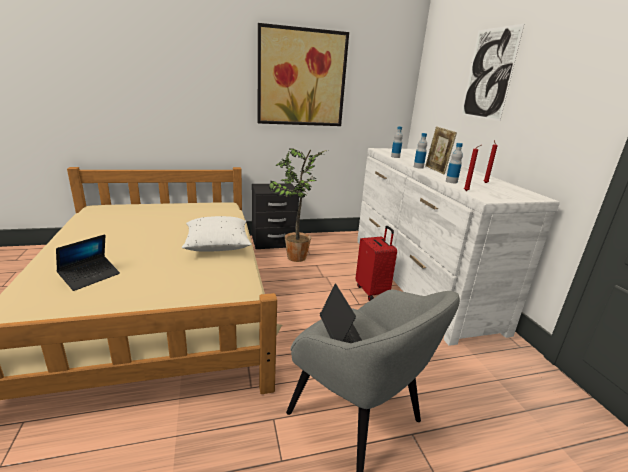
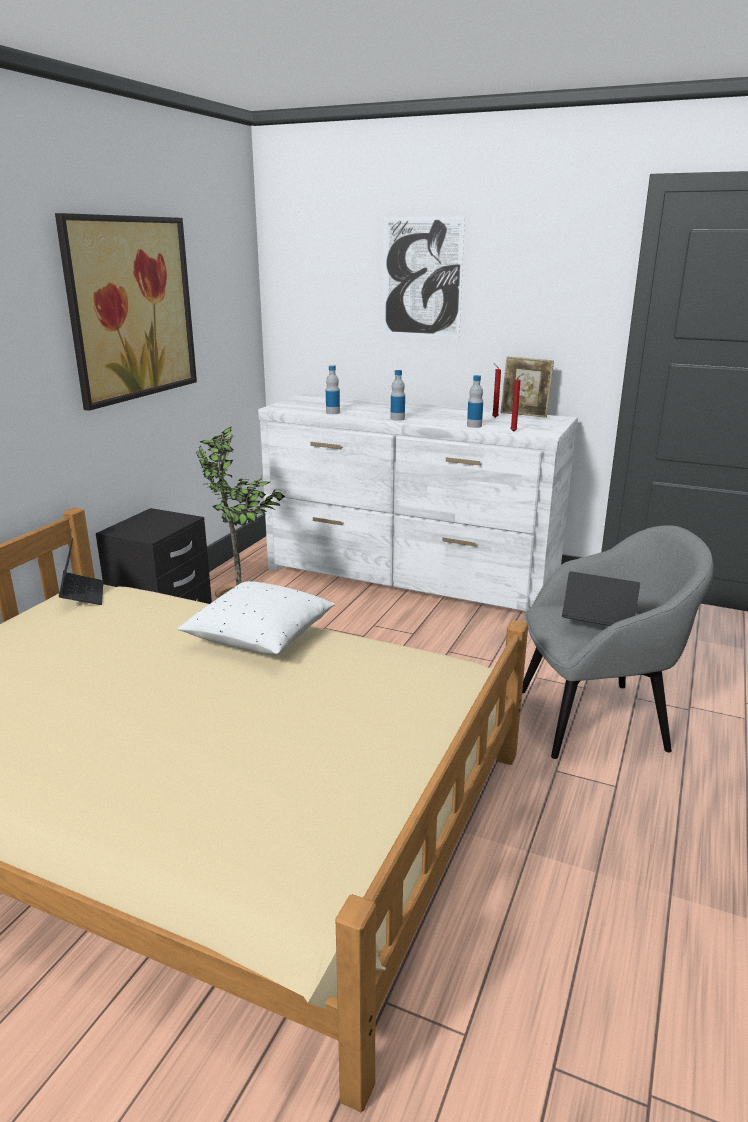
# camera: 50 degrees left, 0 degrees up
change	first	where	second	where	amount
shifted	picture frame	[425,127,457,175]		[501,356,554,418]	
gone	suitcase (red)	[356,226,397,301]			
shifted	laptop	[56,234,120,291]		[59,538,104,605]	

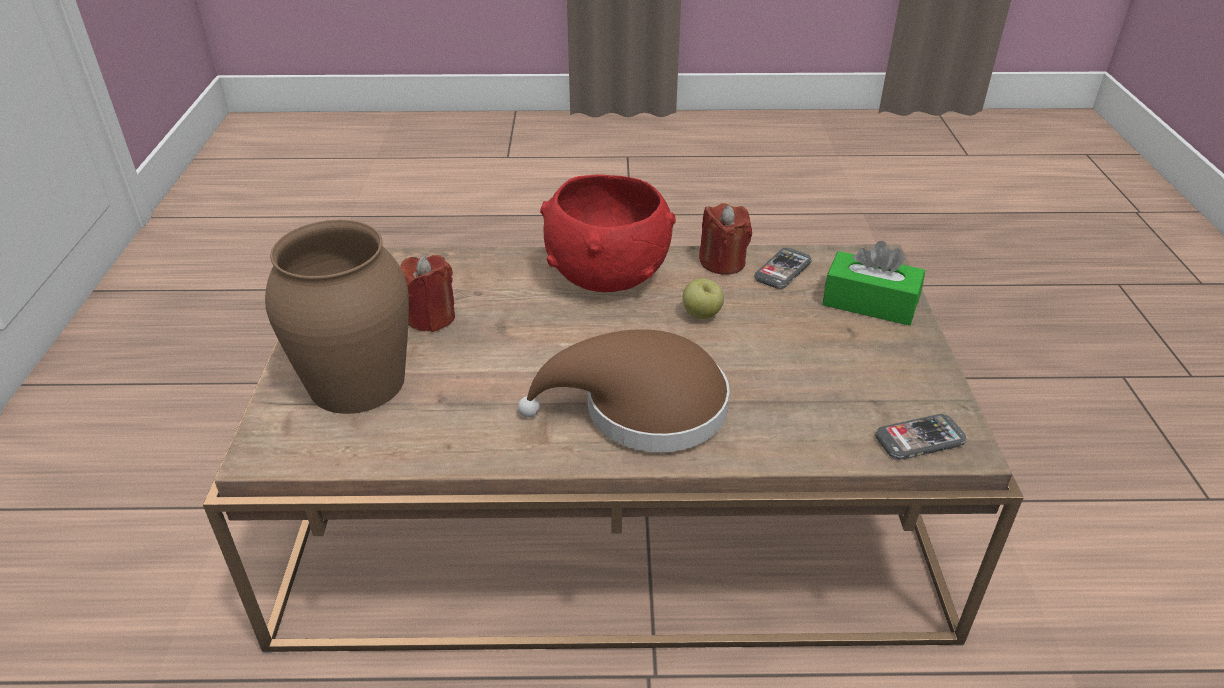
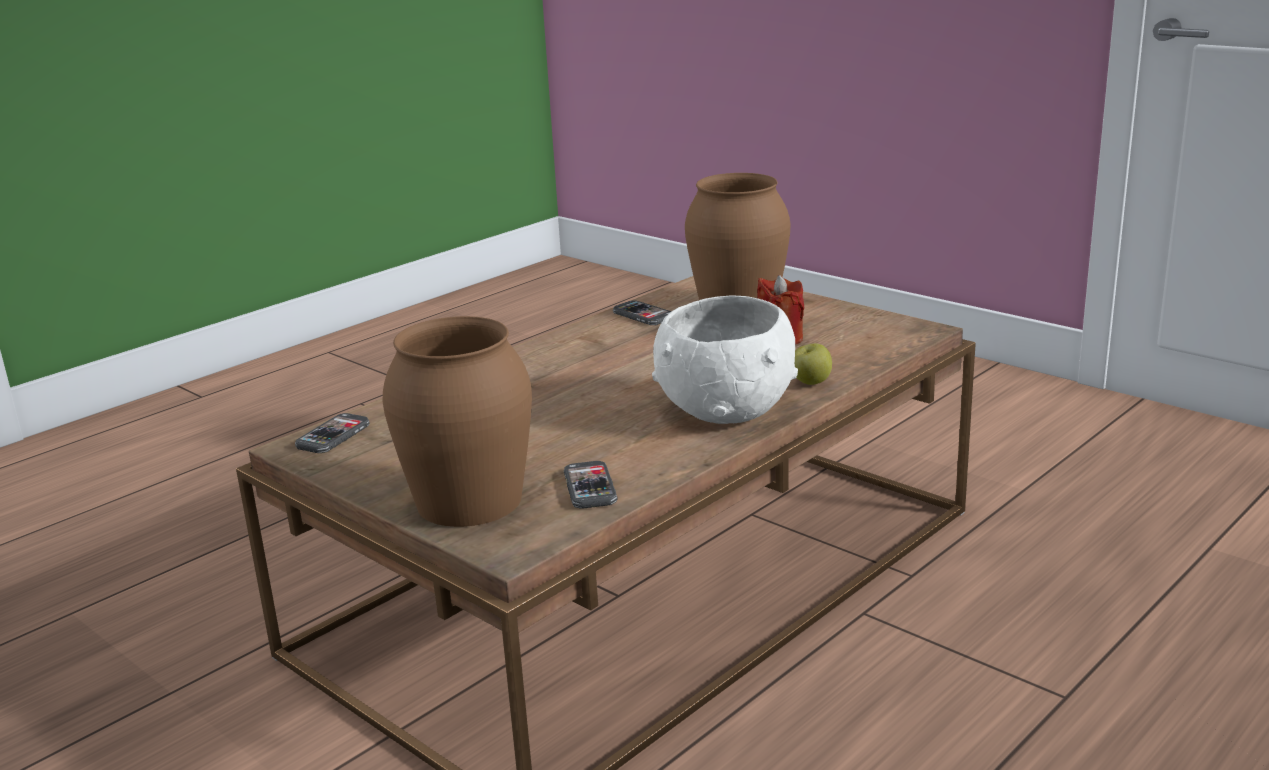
# camera: 135 degrees right, 15 degrees down
change	first	where	second	where	amount
repainted	bowl (red)	[540,175,676,292]	bowl (white)	[652,295,798,424]	
gone	candle (red)	[699,203,752,275]			
swapped	tissue box (green)	[822,241,925,326]	vase (brown)	[383,316,532,527]	
shifted	apple	[683,278,724,319]		[795,343,832,385]	
gone	hat (brown)	[518,329,730,452]			
new			phone	[613,300,672,325]	

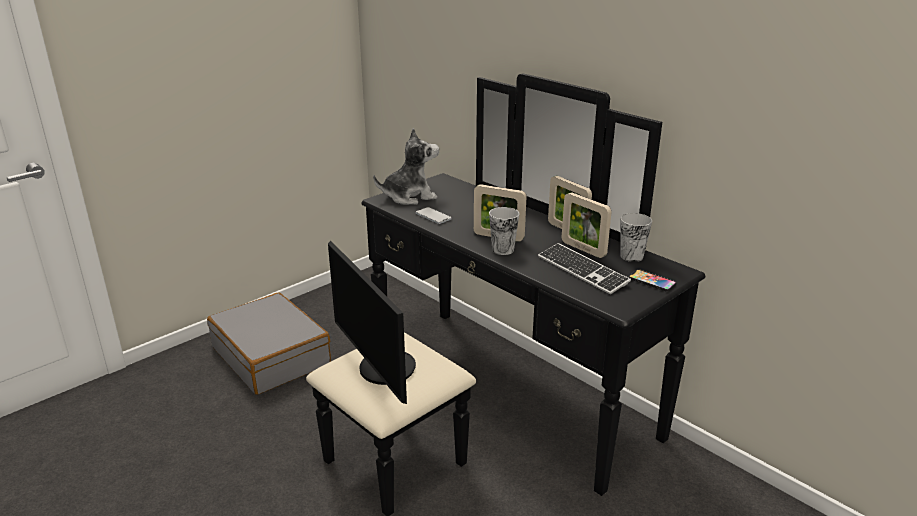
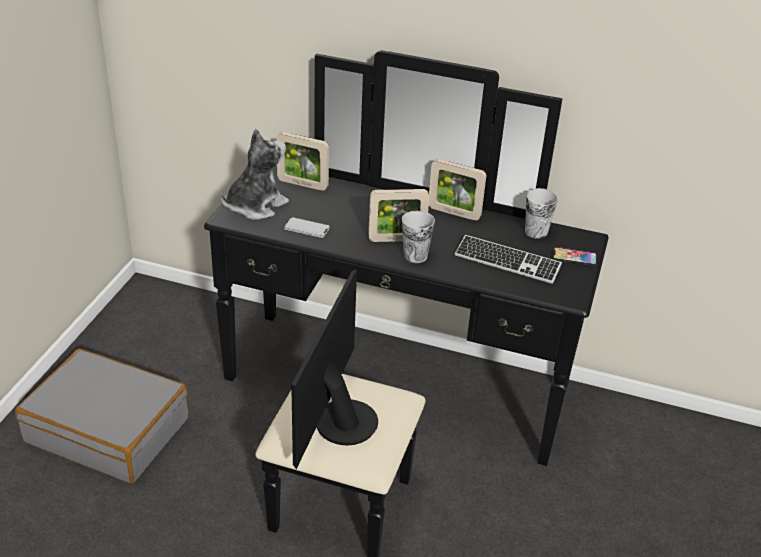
# camera: 30 degrees left, 10 degrees up
change	first	where	second	where	amount
shifted	picture frame	[562,192,611,258]		[276,132,329,191]	
rotated	monitor	[328,241,416,404]		[291,269,378,469]	75 degrees clockwise

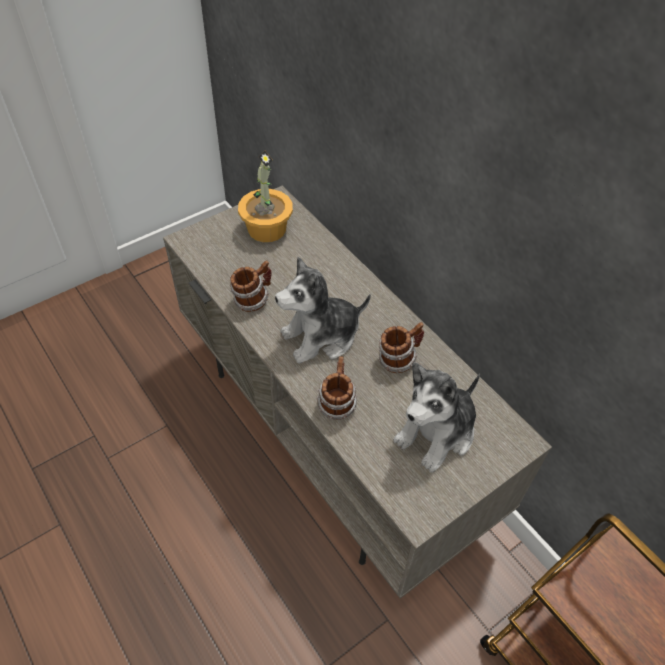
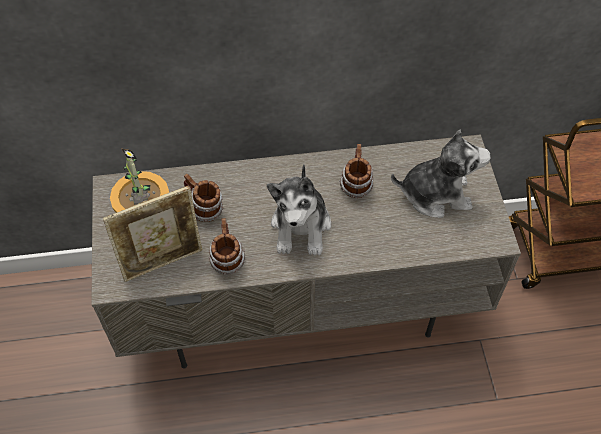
# camera: 60 degrees left, 5 degrees up
change	first	where	second	where	amount
shifted	mug	[317,356,357,420]		[184,174,223,222]	
rotated	plush toy	[393,362,480,473]		[391,130,491,218]	75 degrees counterclockwise
new			picture frame	[103,186,203,282]	

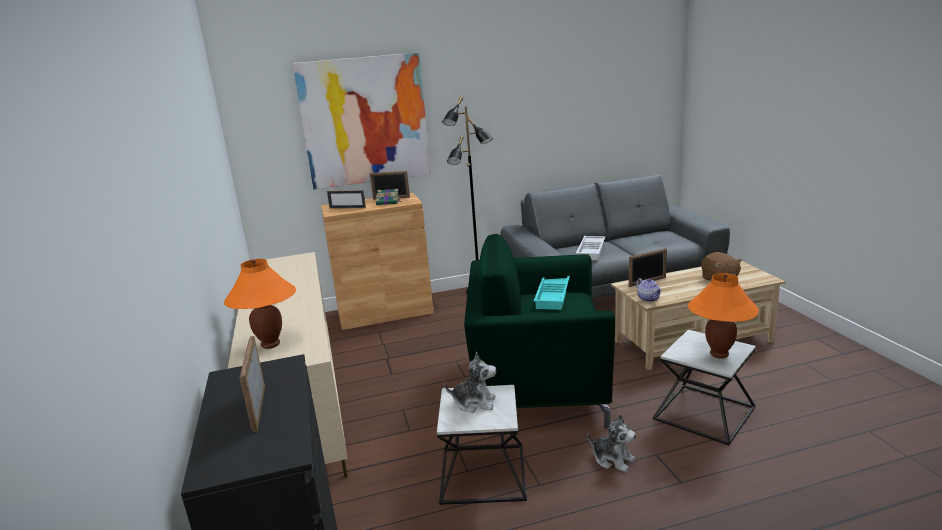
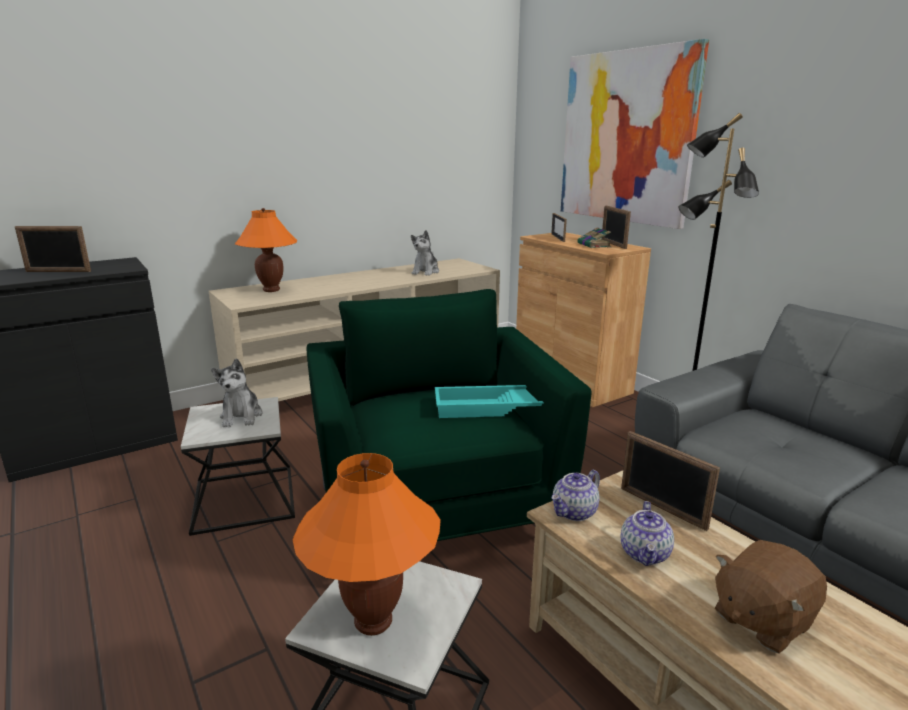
# camera: 70 degrees right, 0 degrees up
change	first	where	second	where	amount
gone	tray (white)	[576,236,605,260]			
rotated	picture frame	[239,336,265,432]		[15,226,91,272]	150 degrees counterclockwise
shifted	plush toy	[587,414,636,472]		[411,230,439,275]	
new			teapot	[621,501,674,566]	

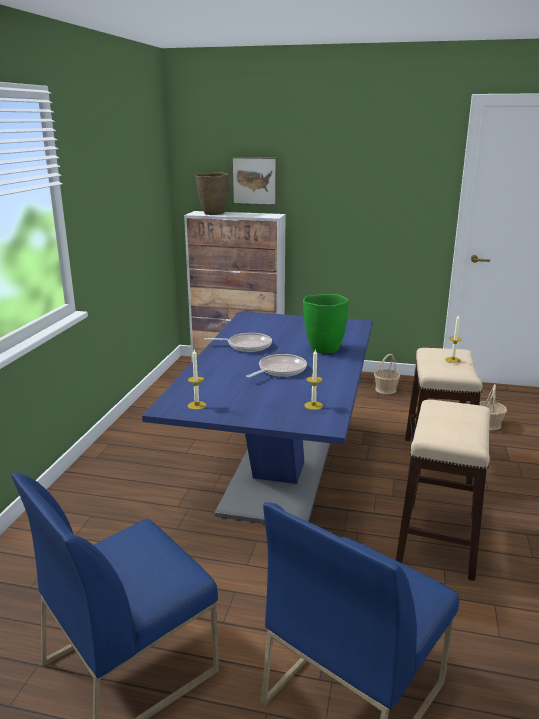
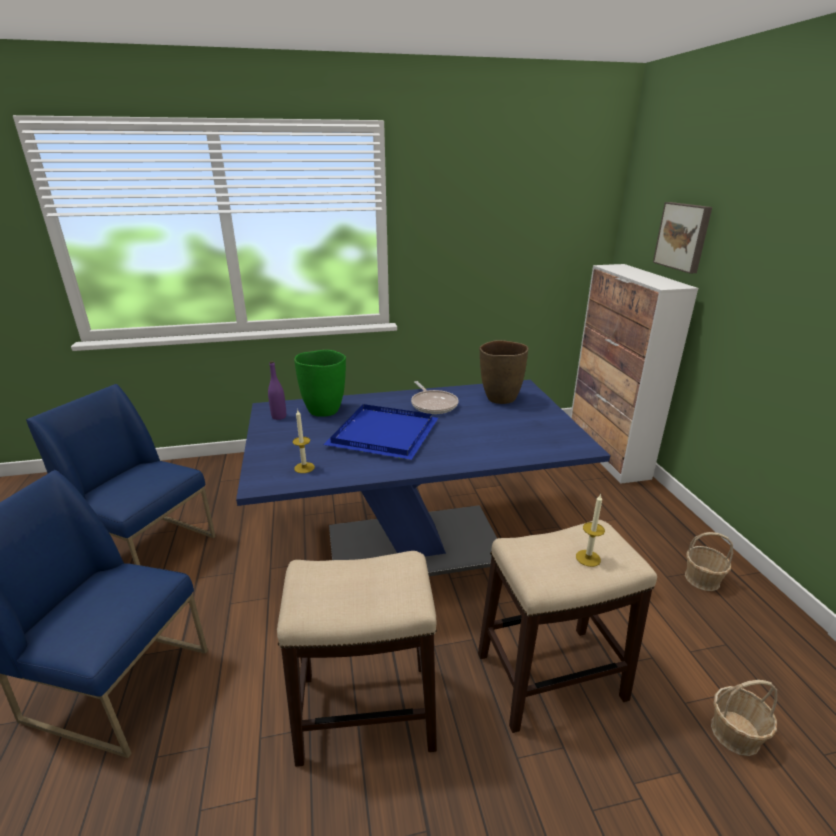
# camera: 65 degrees right, 5 degrees up
change	first	where	second	where	amount
shifted	vase (brown)	[195,172,229,215]		[480,340,528,404]	
shifted	vase (green)	[303,294,349,354]		[294,350,346,417]	
swapped	candle	[188,349,206,410]	bottle (purple)	[268,361,286,420]	
swapped	frying pan	[246,354,307,378]	tray (blue)	[323,404,438,460]	

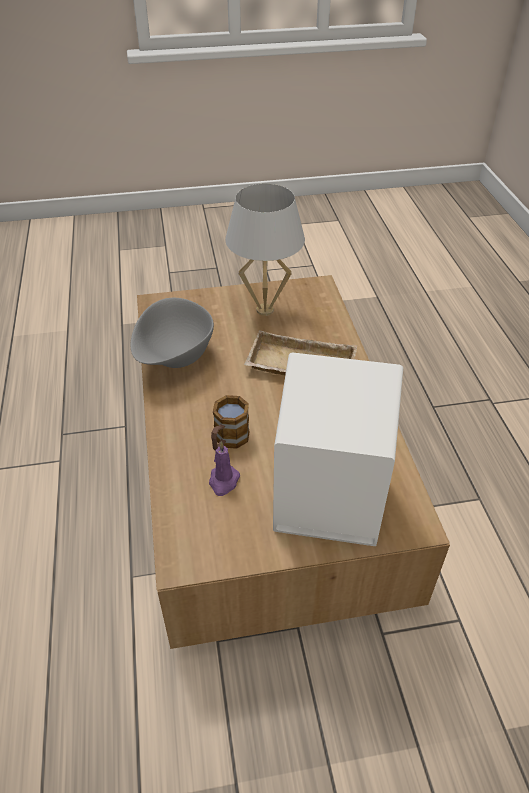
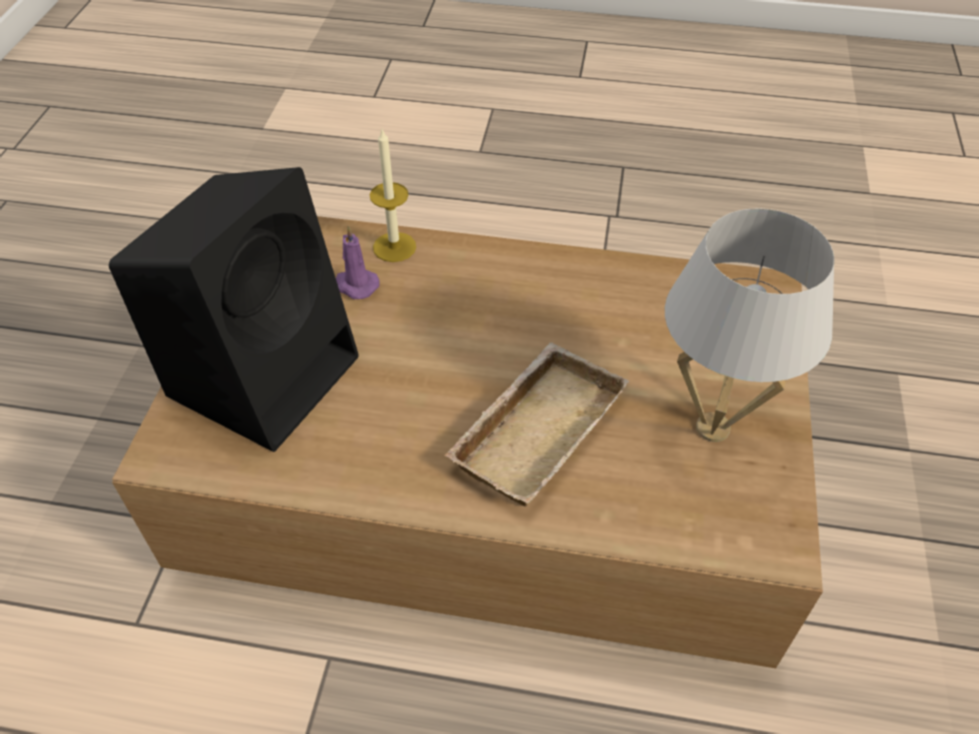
# camera: 110 degrees right, 5 degrees up
change	first	where	second	where	amount
gone	bowl (grey)	[131,298,214,368]			
repainted	speaker (white)	[273,353,403,546]	speaker (black)	[109,167,359,452]	
gone	mug	[211,395,250,450]			
new			candle	[370,130,416,262]	

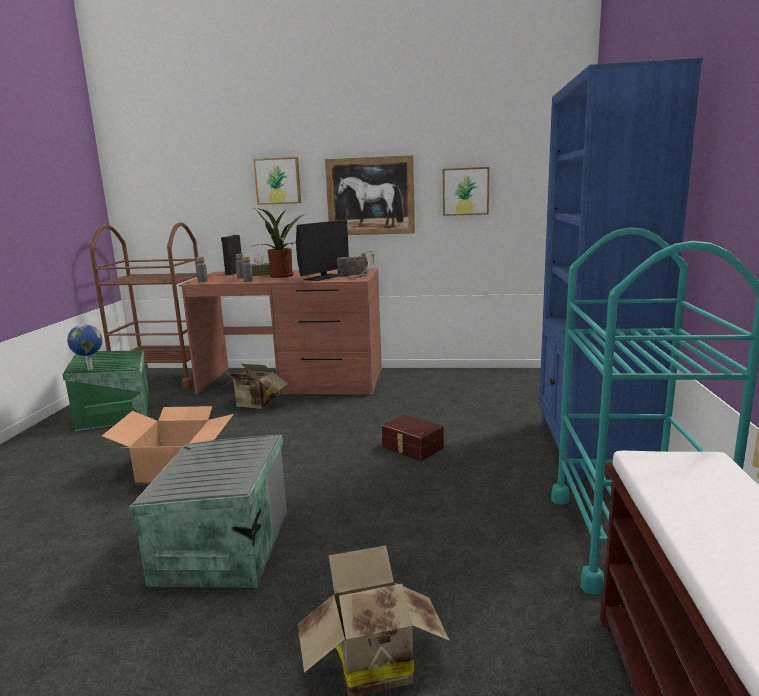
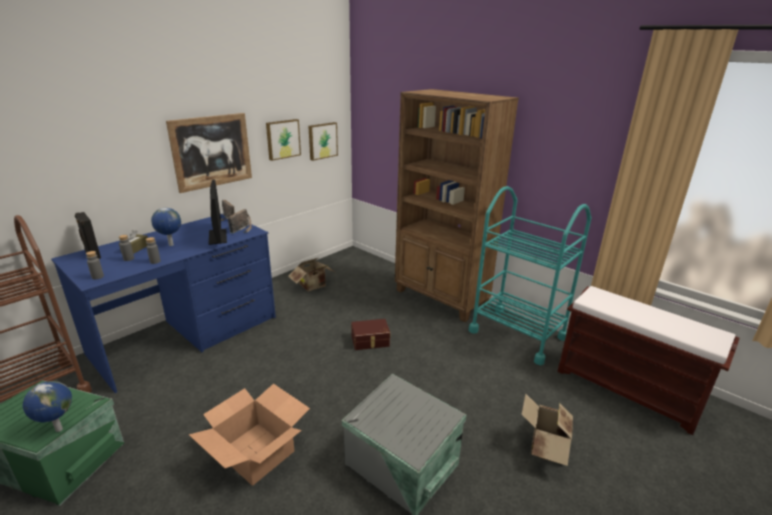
# camera: 55 degrees left, 10 degrees up
change	first	where	second	where	amount
repainted	bookcase (blue)	[539,58,703,488]	bookcase (brown)	[395,89,519,322]	
shifted	picture	[253,157,301,205]		[308,122,338,161]	
swapped	potted plant	[252,208,307,278]	globe	[151,208,181,246]	
repainted	desk (brown)	[179,268,382,395]	desk (blue)	[51,214,276,393]	
shifted	cardboard box	[220,364,288,409]		[288,258,335,292]	

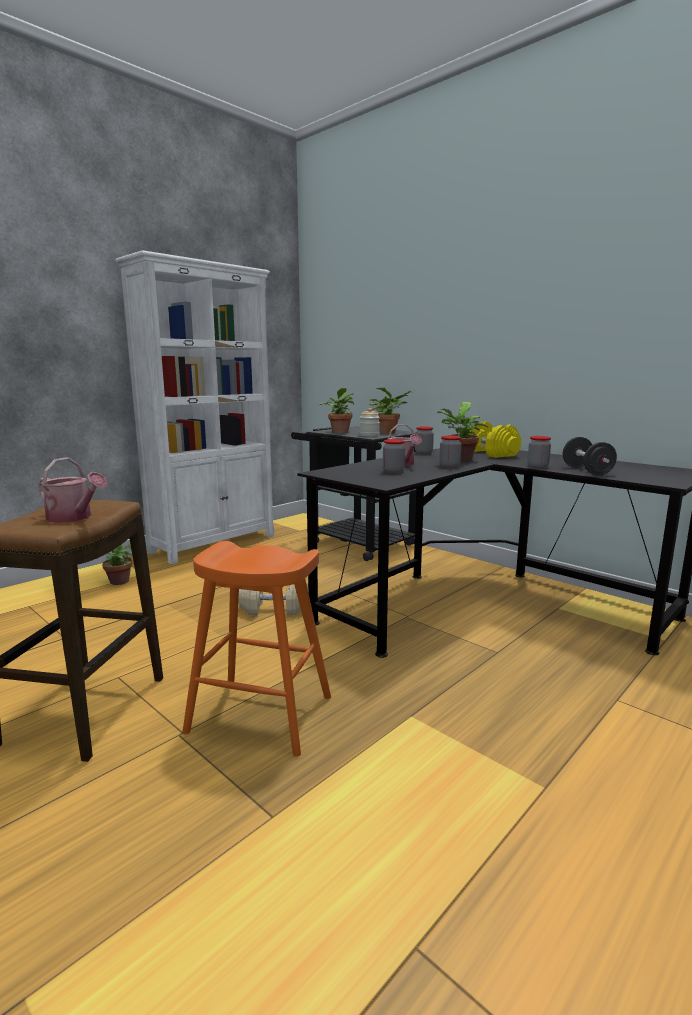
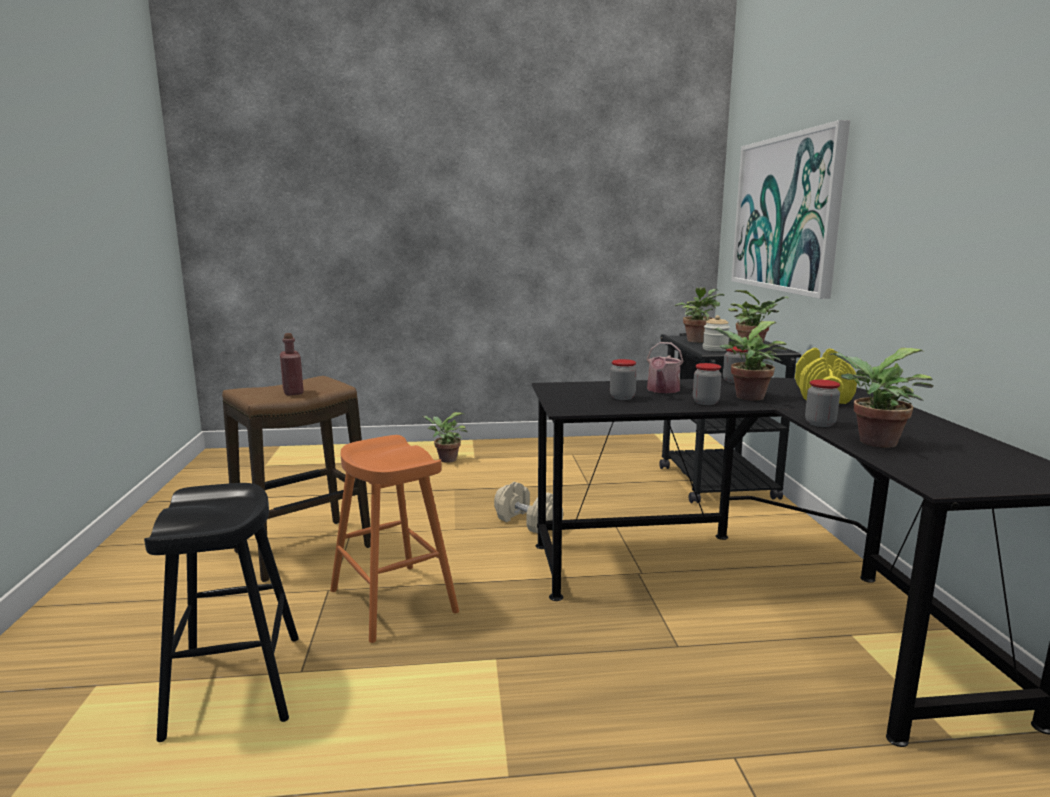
# camera: 40 degrees right, 0 degrees up
change	first	where	second	where	amount
gone	bookcase (white)	[115,250,274,564]			
swapped	dumbbell (black)	[563,437,617,475]	potted plant	[829,348,933,448]	
swapped	watering can	[38,457,107,523]	bottle (red)	[280,333,304,396]	
new			picture	[731,120,850,299]	
new			stool (black)	[144,483,299,742]	

